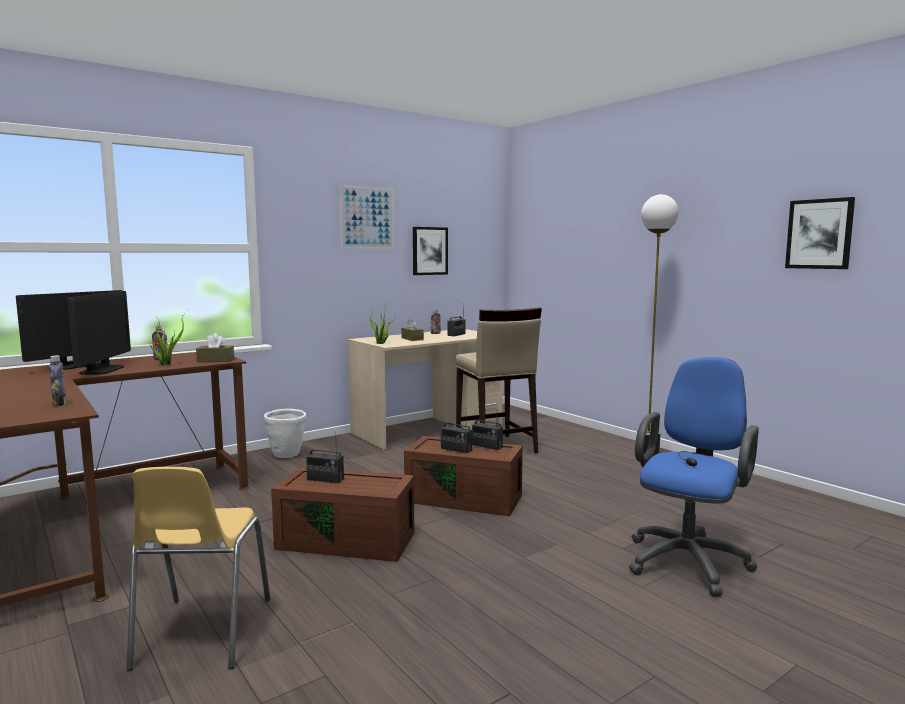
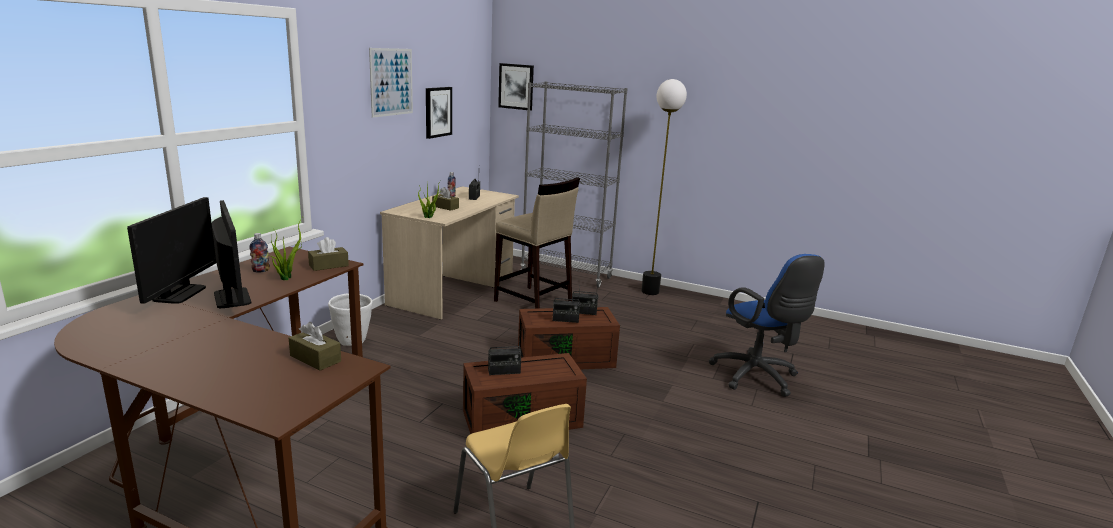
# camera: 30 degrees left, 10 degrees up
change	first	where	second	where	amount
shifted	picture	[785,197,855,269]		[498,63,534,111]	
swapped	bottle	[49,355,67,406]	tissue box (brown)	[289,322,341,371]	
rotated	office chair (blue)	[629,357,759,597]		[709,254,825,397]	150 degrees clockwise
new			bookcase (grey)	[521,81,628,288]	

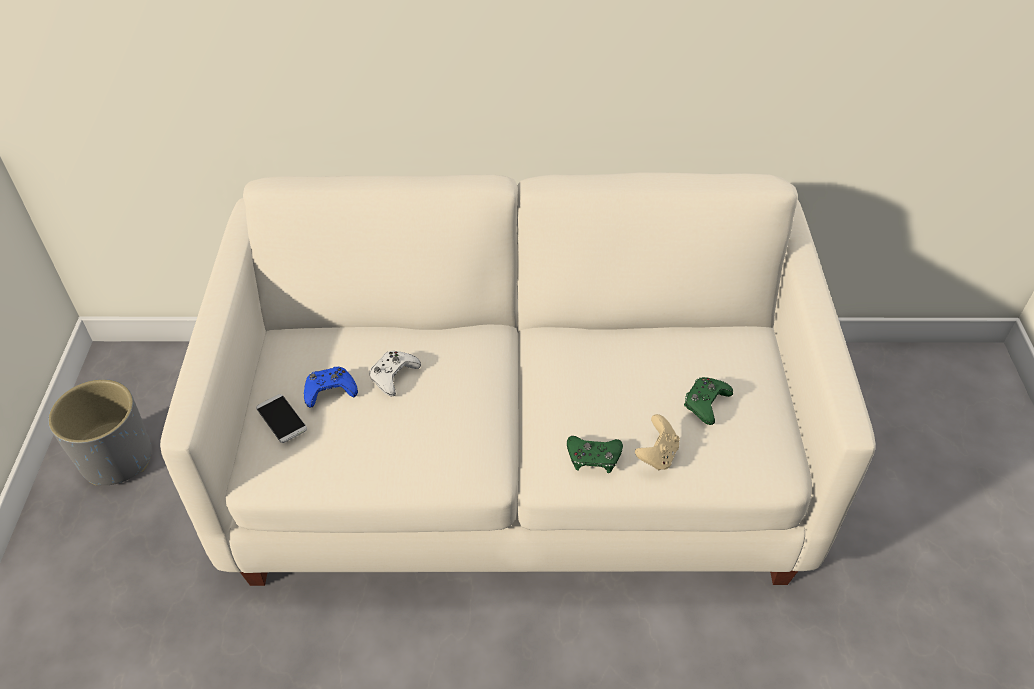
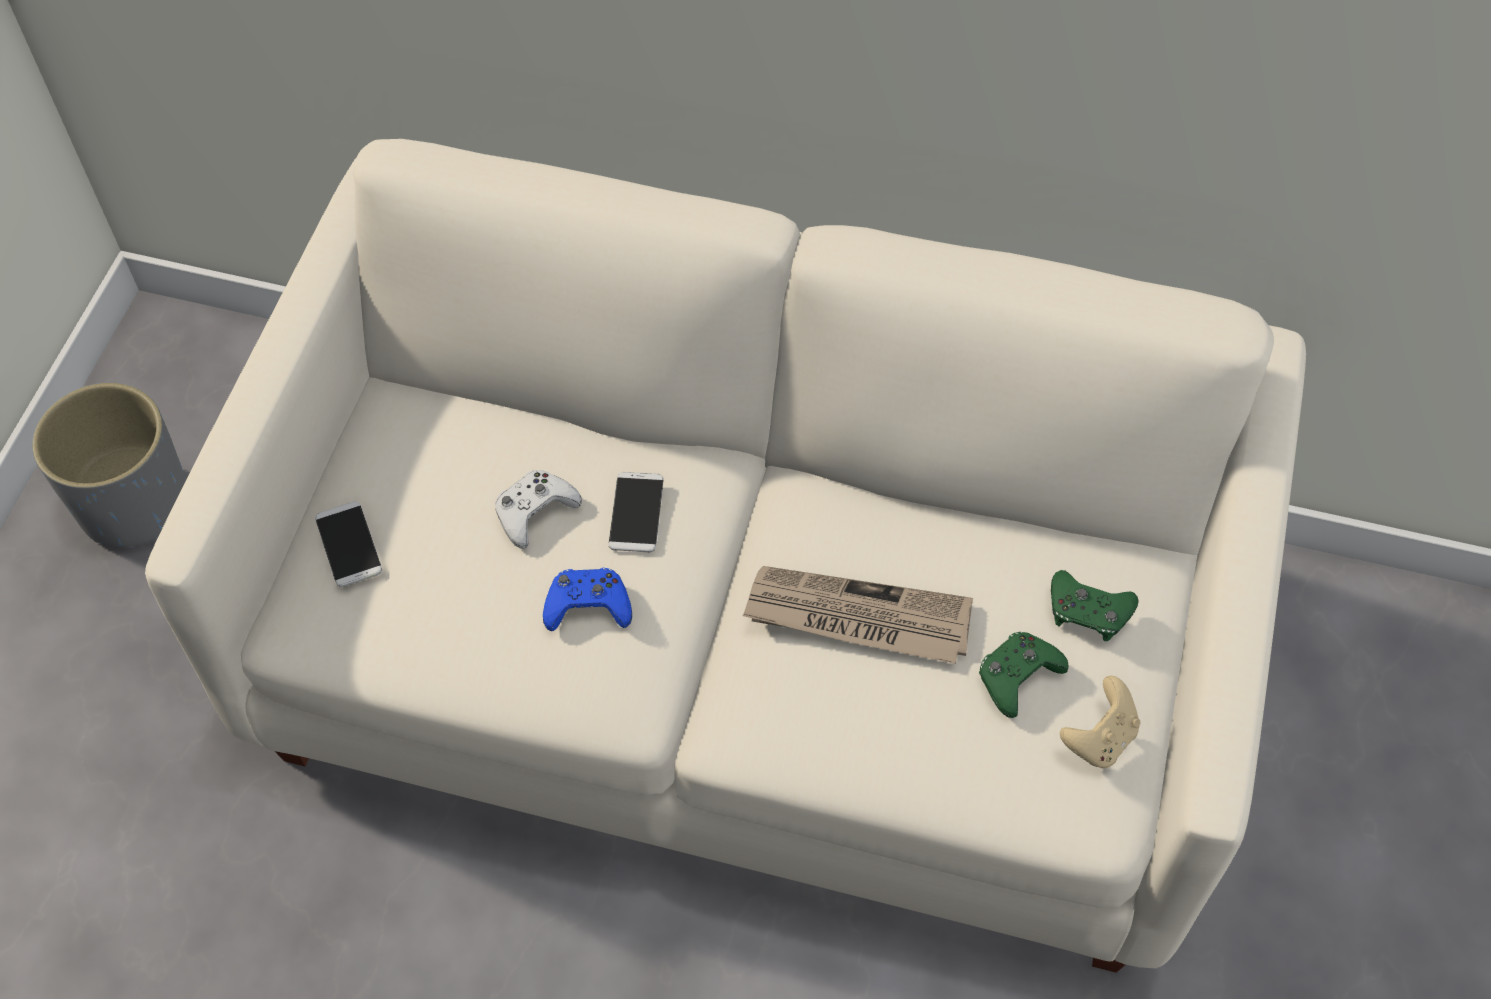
# camera: 15 degrees right, 10 degrees up
change	first	where	second	where	amount
shifted	game controller (blue)	[304,367,358,407]		[543,568,632,631]	
shifted	game controller (beige)	[635,414,680,470]		[1060,676,1140,768]	
shifted	game controller (green)	[567,436,623,473]		[1051,570,1138,641]	
new			phone	[609,472,664,552]	
new			newspaper	[743,566,973,664]	

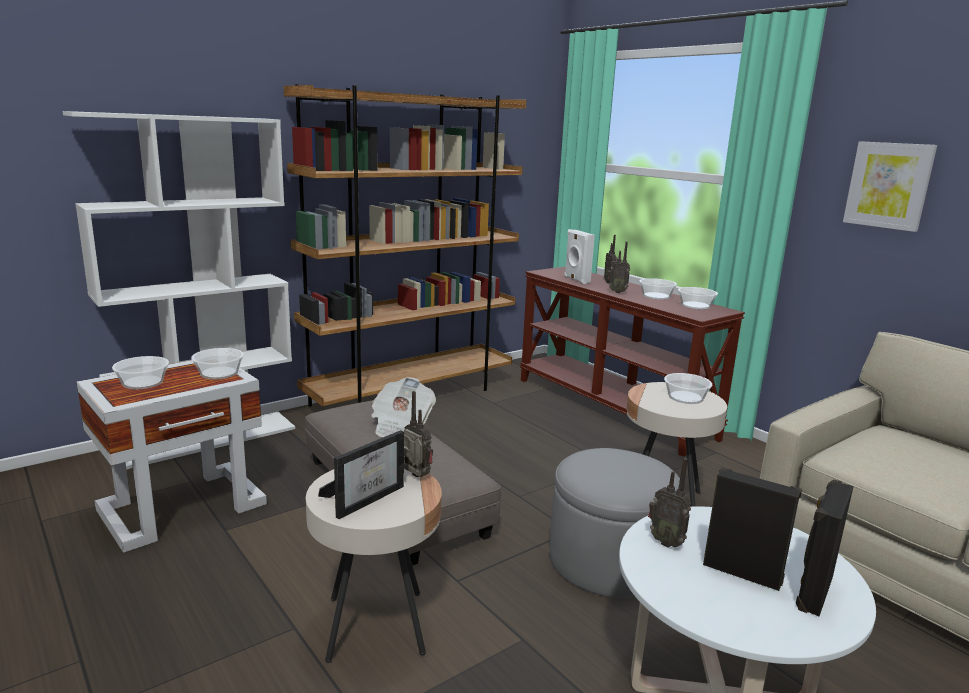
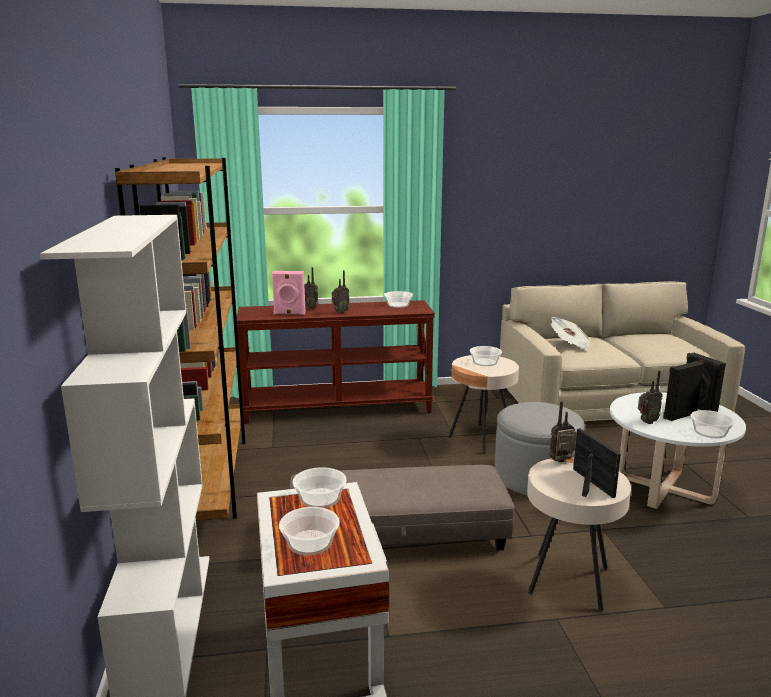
# camera: 60 degrees left, 0 degrees up
change	first	where	second	where	amount
gone	picture	[843,141,937,232]			
repainted	speaker (white)	[564,229,595,284]	speaker (pink)	[272,271,306,315]	
shifted	bowl	[639,278,677,299]		[691,410,735,438]	
shifted	newspaper	[371,377,436,437]		[551,317,592,351]	

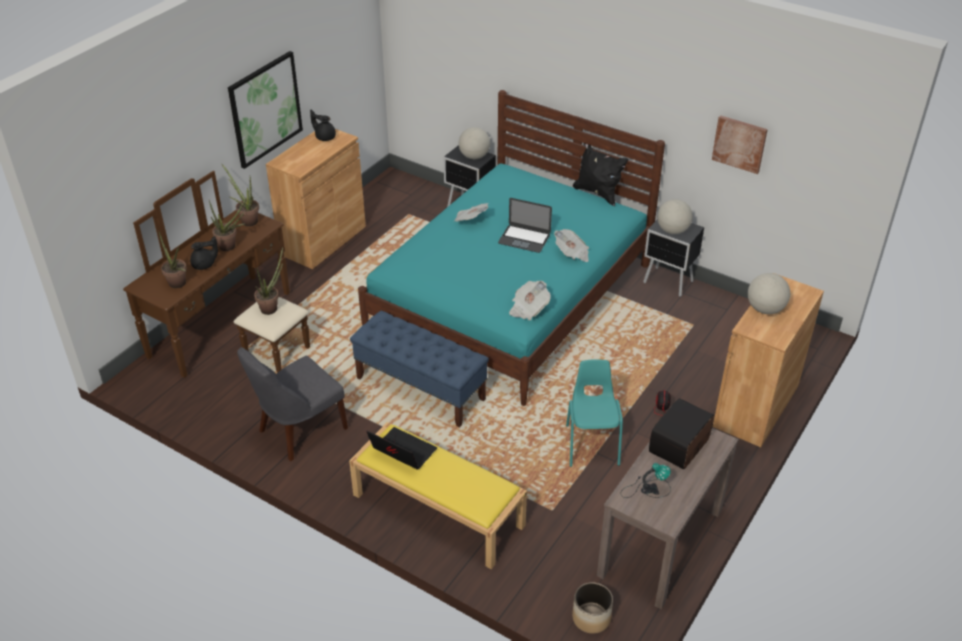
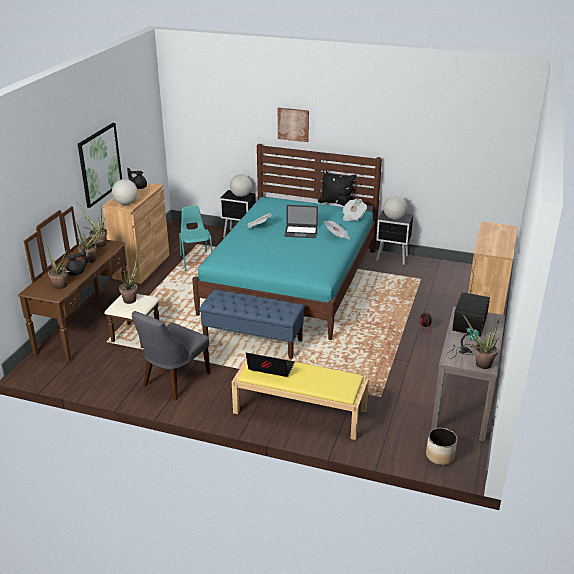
# camera: 15 degrees left, 10 degrees down
change	first	where	second	where	amount
shifted	picture	[712,115,768,174]		[278,108,309,142]	
shifted	globe	[748,273,790,314]		[112,179,138,205]	
shifted	newspaper	[509,281,551,320]		[342,199,367,221]	
shifted	chair (turquoise)	[566,359,623,467]		[179,206,213,271]	
new			potted plant	[463,315,499,369]	

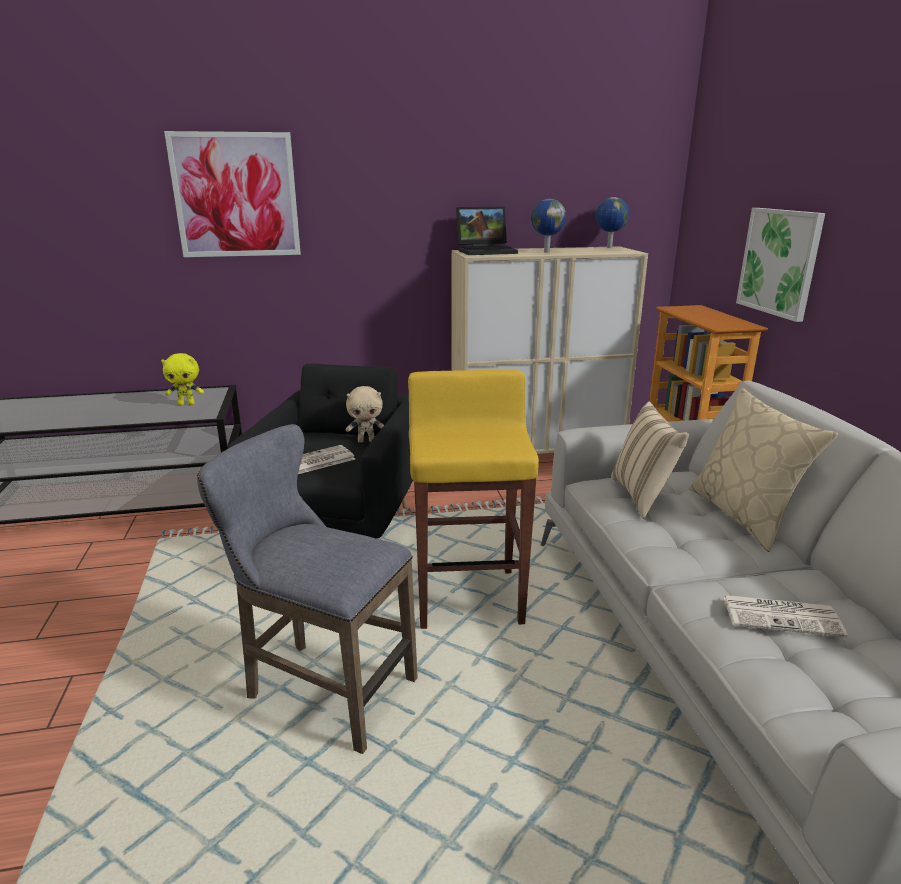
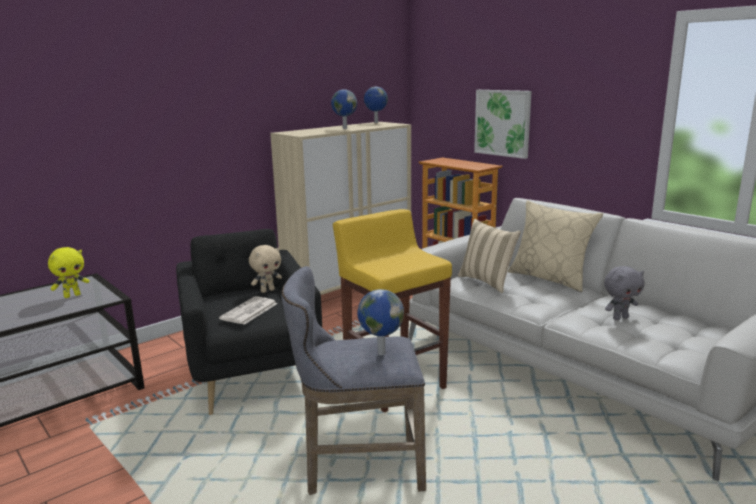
# camera: 30 degrees left, 5 degrees down
change	first	where	second	where	amount
gone	picture	[164,131,301,257]			
gone	laptop	[456,207,518,255]			
swapped	newspaper	[723,595,848,637]	plush toy (grey)	[604,266,645,320]	
new			globe	[357,289,404,355]	

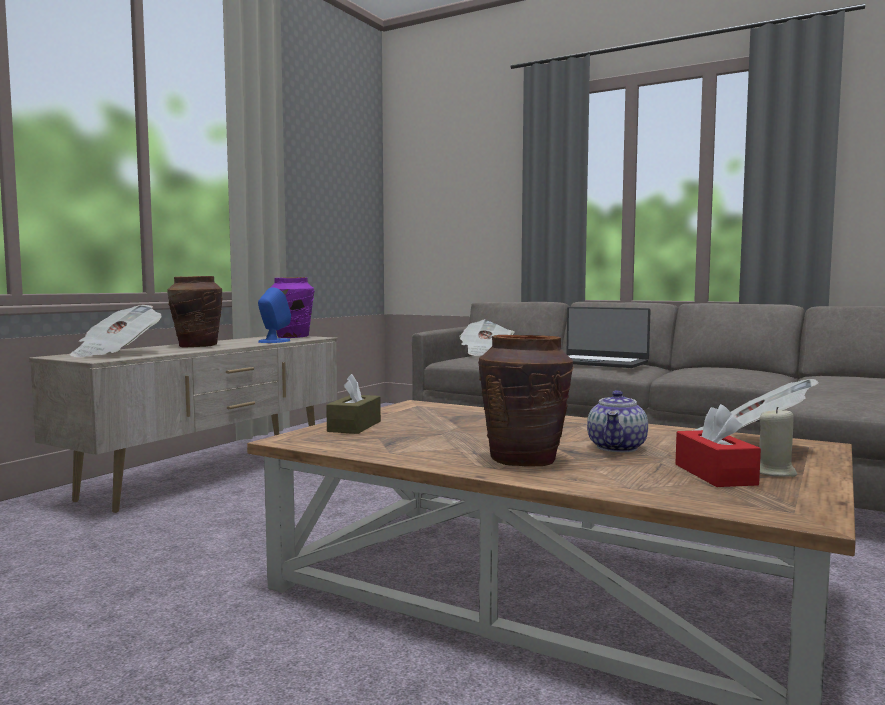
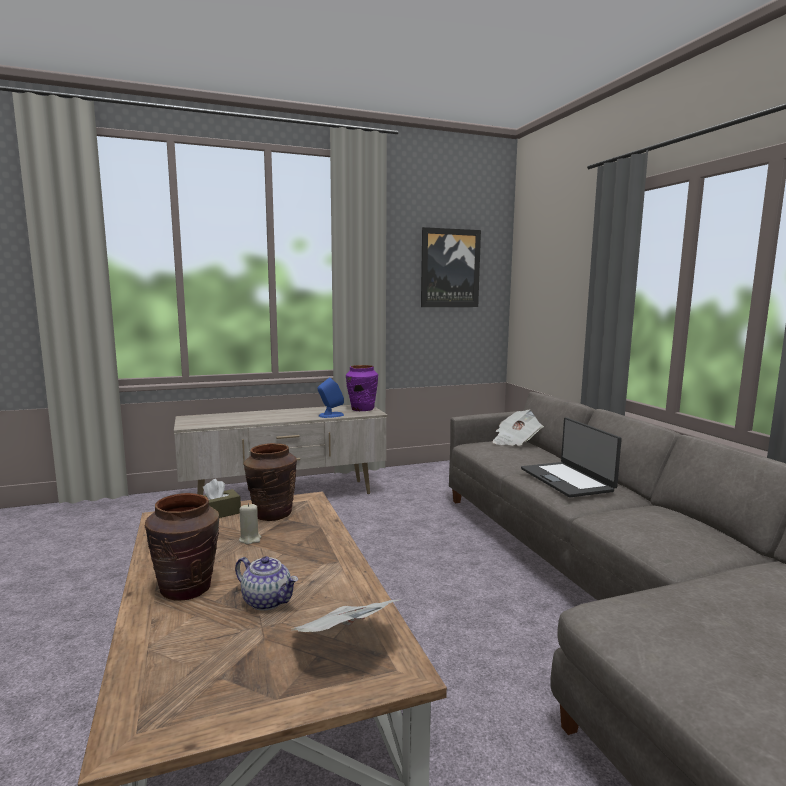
# camera: 40 degrees right, 5 degrees up
change	first	where	second	where	amount
shifted	vase (brown)	[167,276,222,348]		[244,443,297,521]	
gone	newspaper	[69,305,161,357]			
rotated	teapot	[587,390,648,452]		[235,556,298,610]	120 degrees counterclockwise
gone	tissue box (red)	[675,404,761,487]			
shifted	candle (beige)	[759,407,797,477]		[239,503,261,544]	
new			picture	[421,227,481,307]	

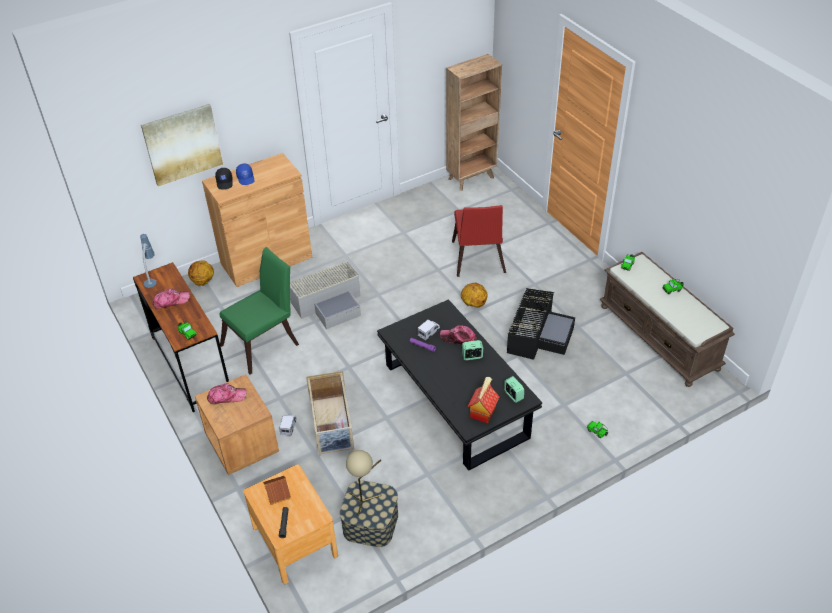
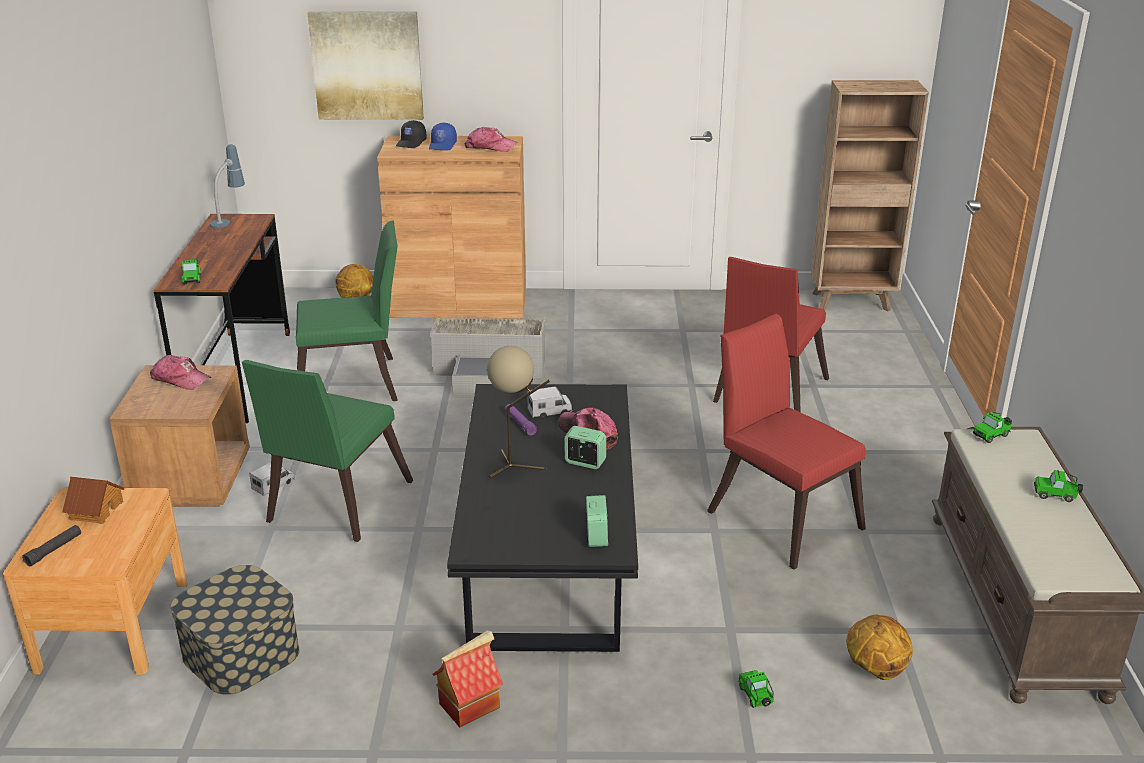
# camera: 30 degrees right, 15 degrees down
change	first	where	second	where	amount
shifted	basketball	[461,283,487,308]		[846,615,913,680]	
shifted	cap	[152,288,190,309]		[464,127,517,152]	
swapped	storage box (black)	[507,288,575,360]	chair (red)	[707,314,866,570]	
swapped	storage box (beige)	[306,371,354,456]	chair (green)	[242,360,413,542]	
shifted	toy house	[467,377,499,423]		[433,630,503,728]	
shifted	table lamp (beige)	[346,450,382,516]		[487,346,550,478]	

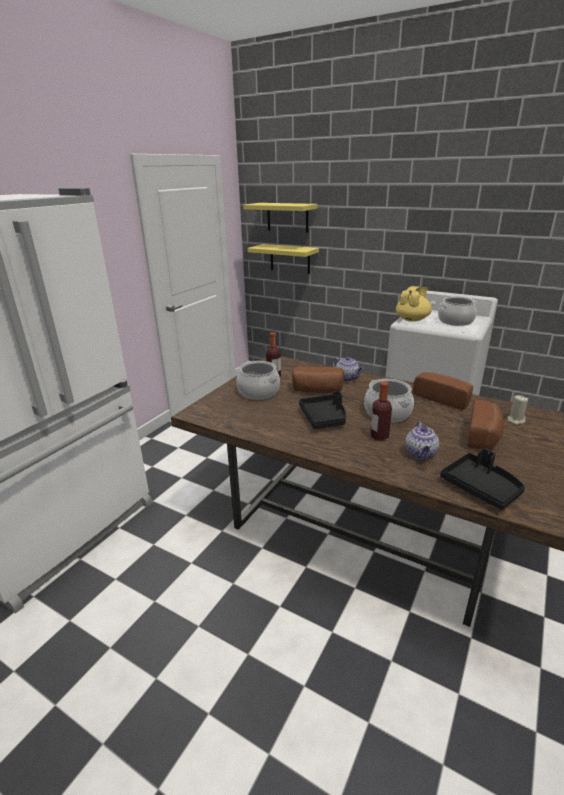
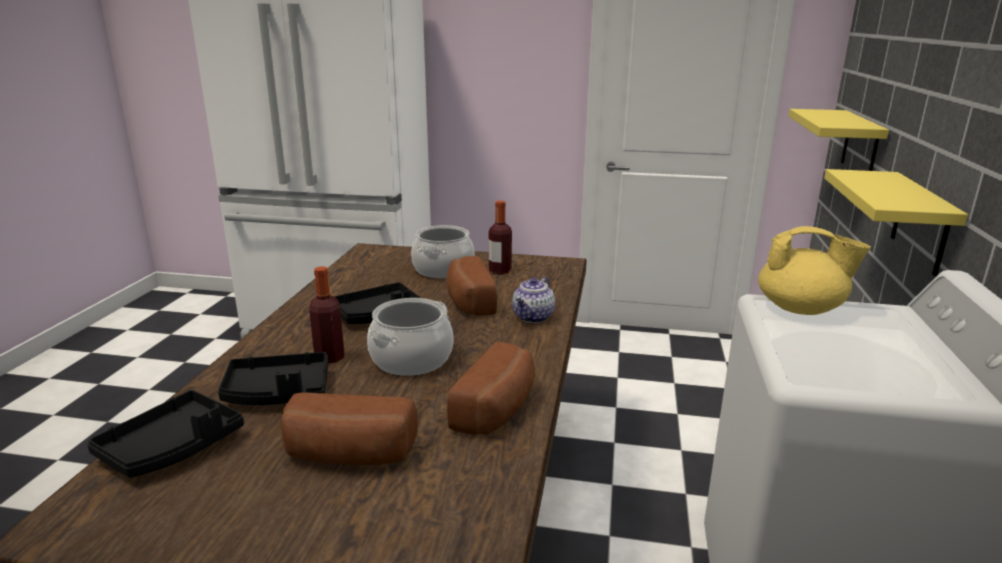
# camera: 70 degrees right, 5 degrees down
change	first	where	second	where	amount
shifted	shelf (yellow)	[243,203,318,233]		[824,169,968,276]	
gone	cooking pot	[438,296,478,326]			
gone	candle (beige)	[507,395,528,425]			
swapped	teapot	[405,421,439,460]	tray (black)	[218,352,328,405]	

